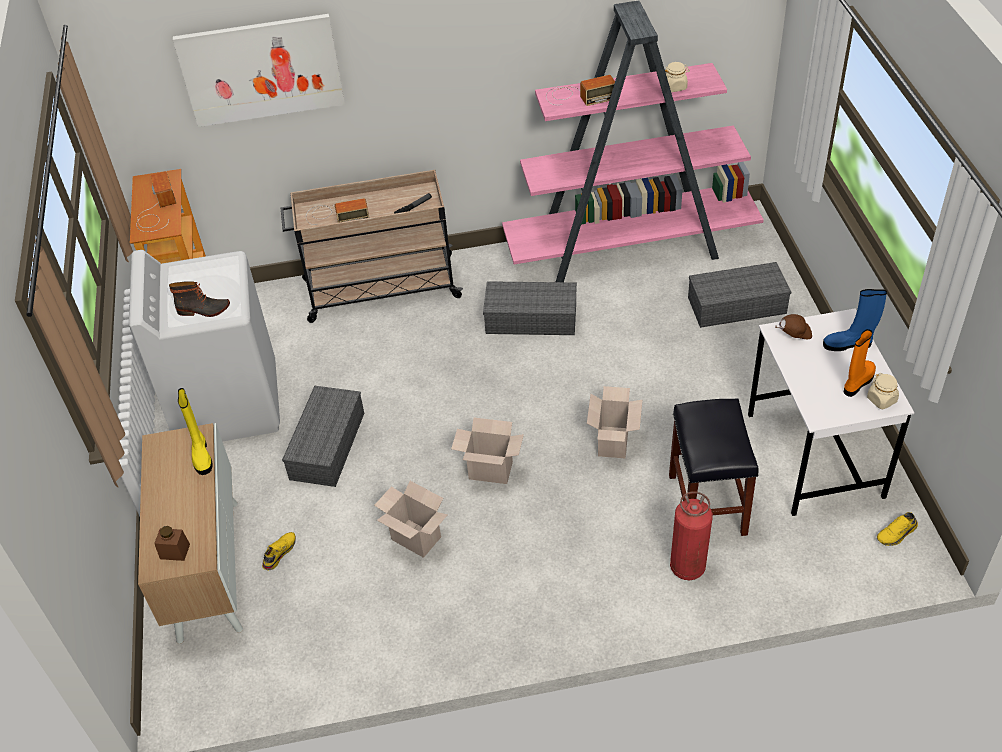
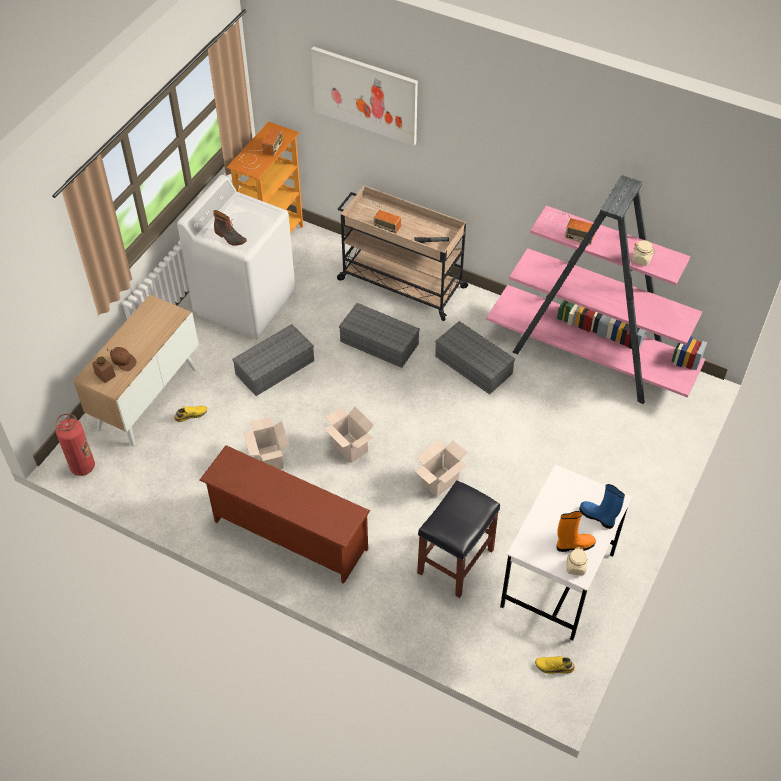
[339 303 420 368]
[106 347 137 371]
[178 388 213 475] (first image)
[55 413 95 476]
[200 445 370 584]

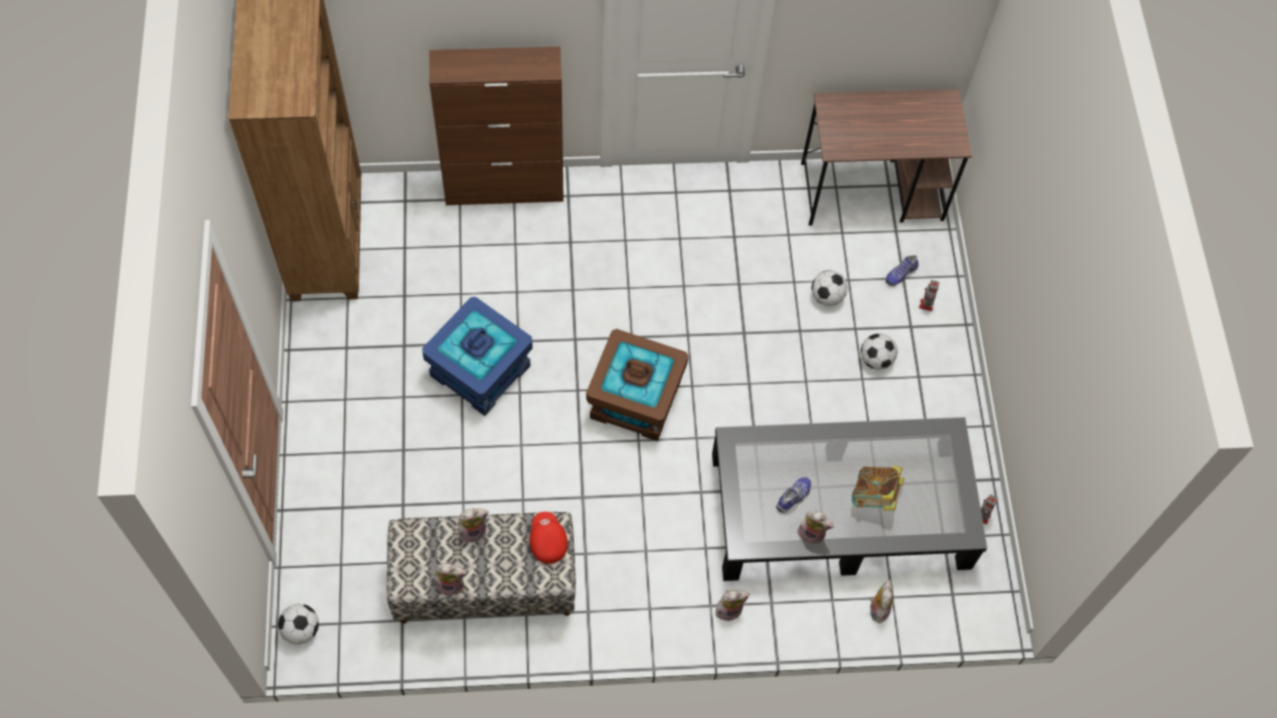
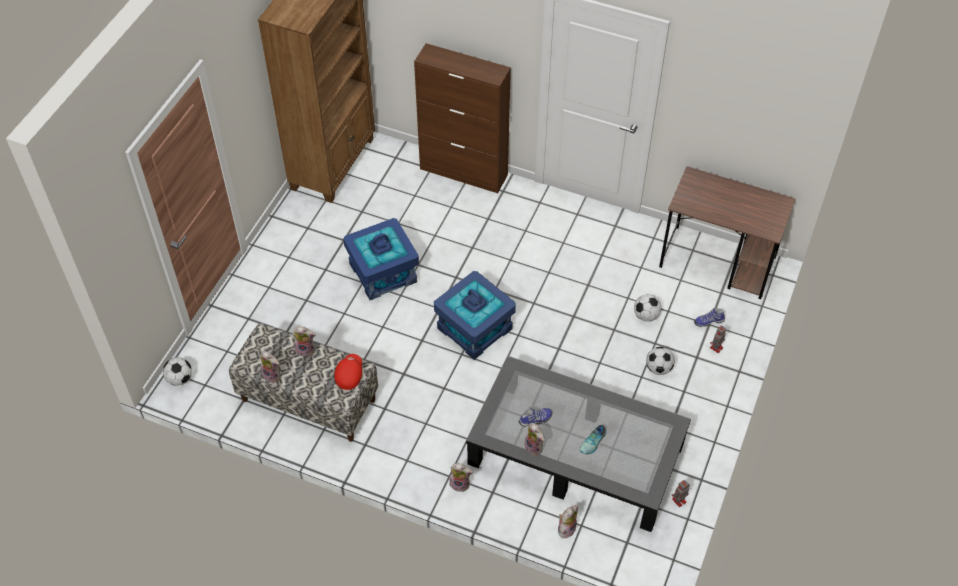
[434 271 516 360]
[580 425 606 454]

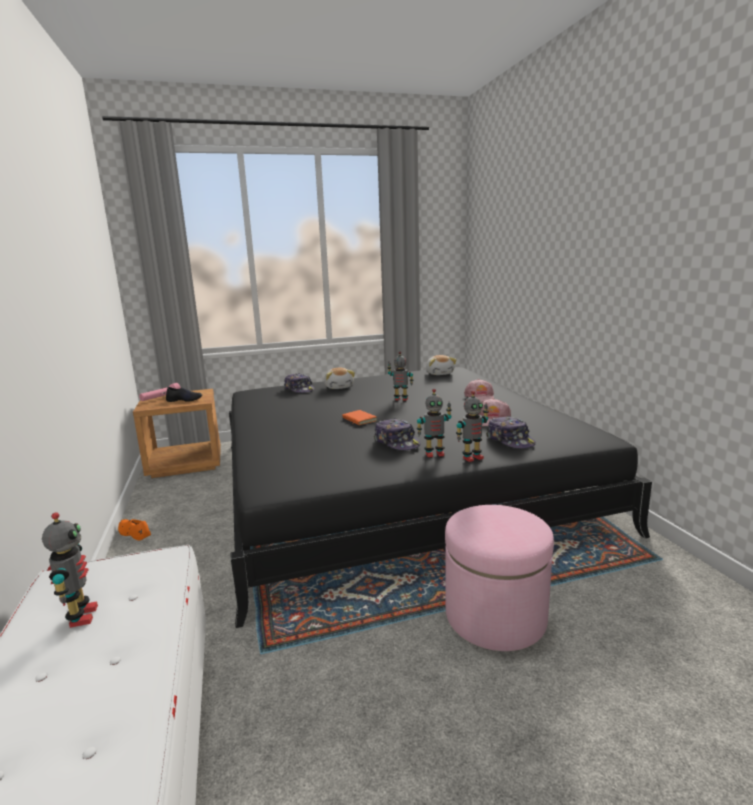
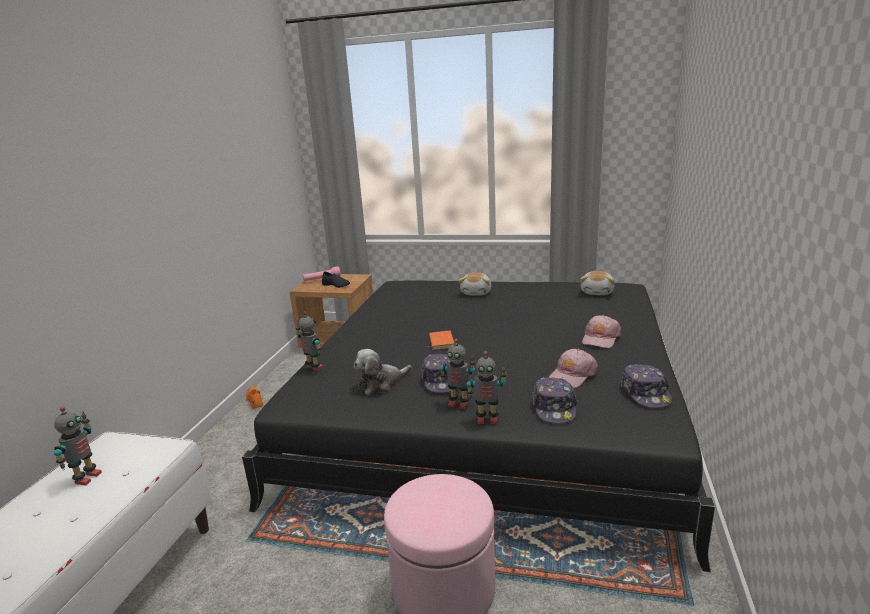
[296 312 323 371]
[621 365 672 408]
[354 349 412 396]

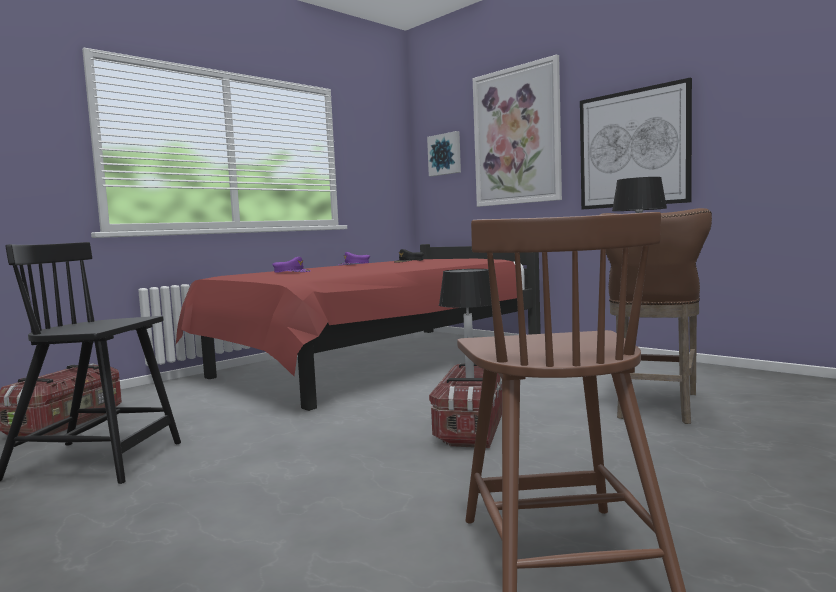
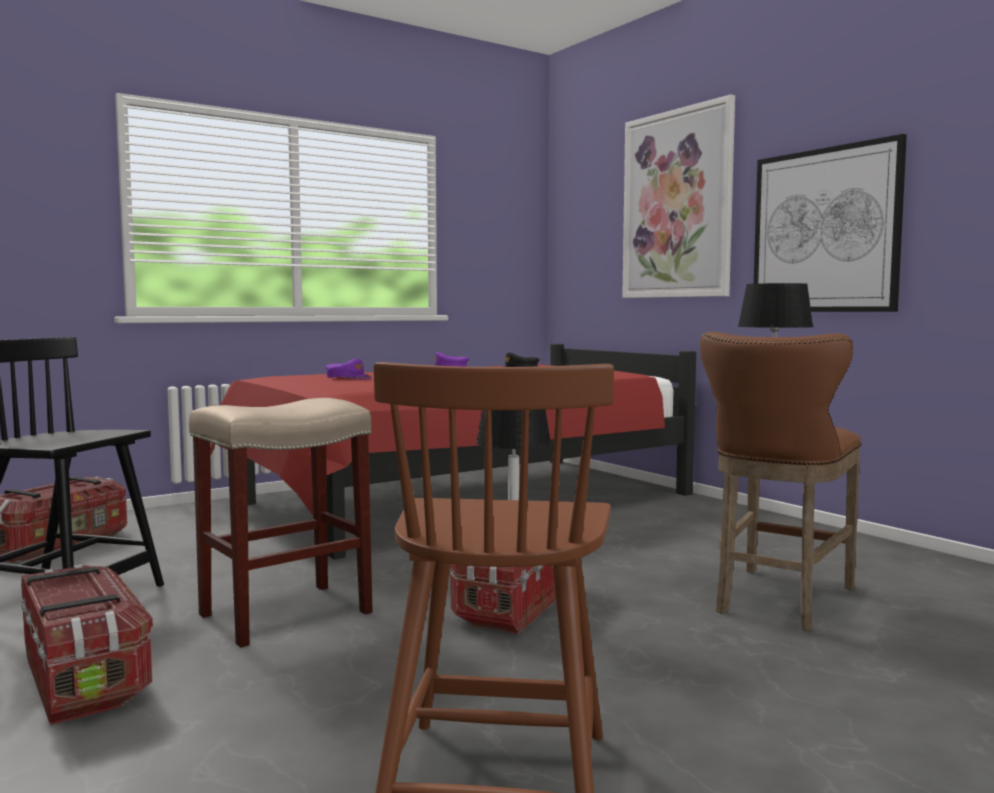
[427 131 461 176] (first image)
[189 398 373 647]
[21 564 153 725]

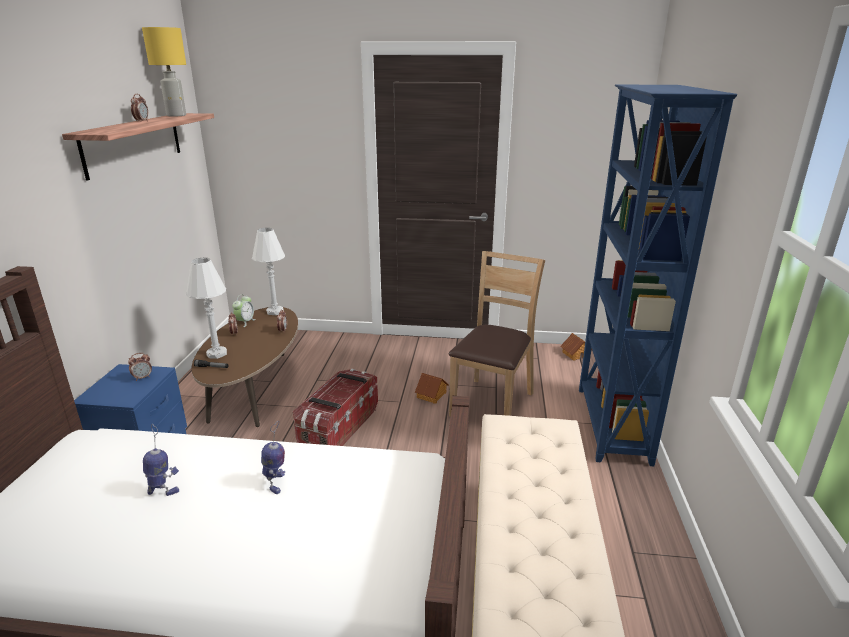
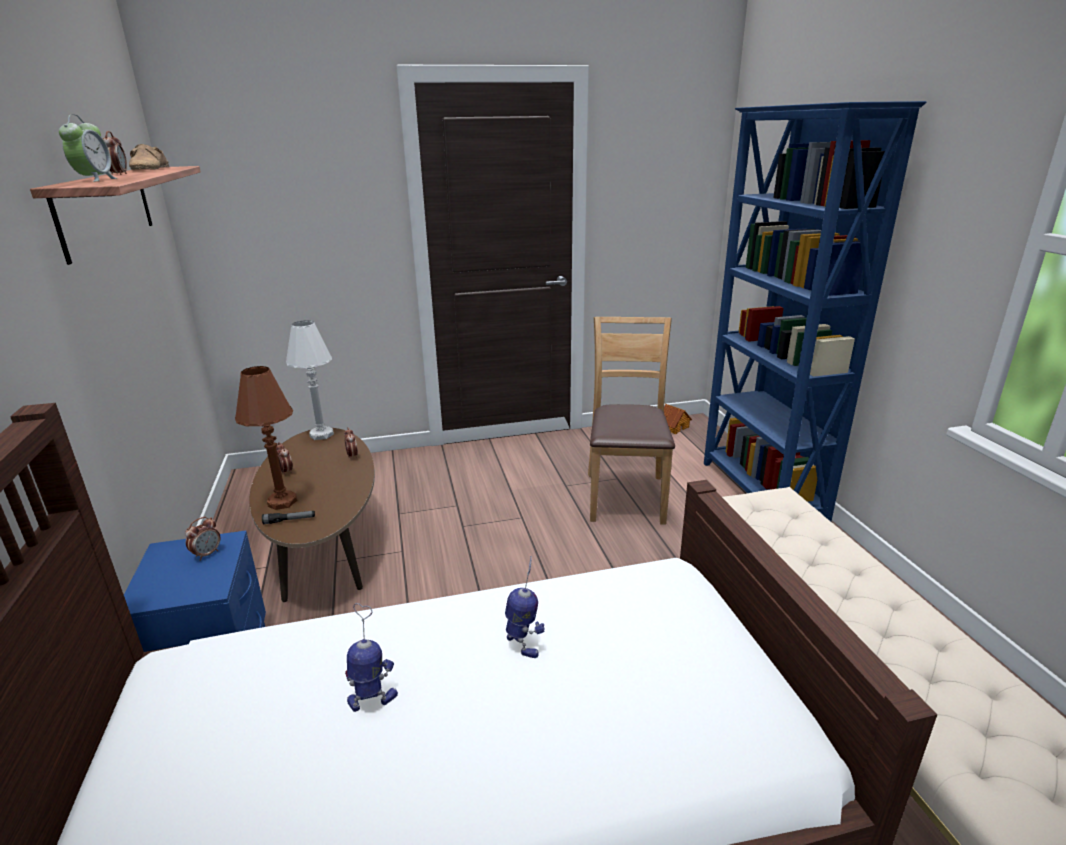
[129 144 169 170]
[235 366 298 510]
[59 115 118 182]
[293 369 378 446] (first image)
[415 373 449 404] (first image)

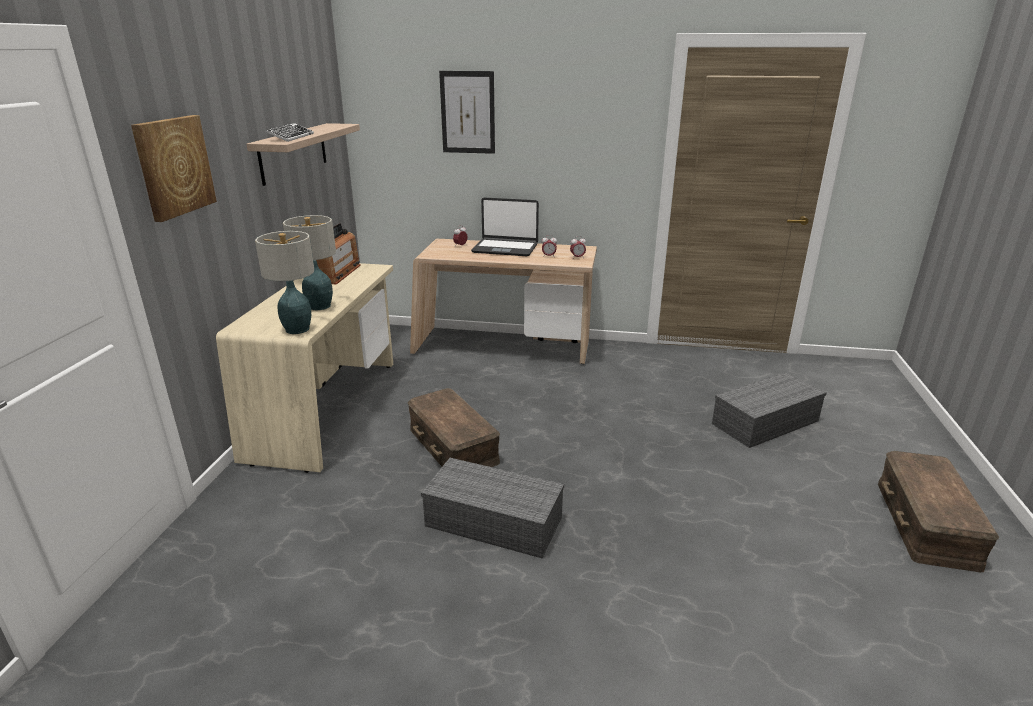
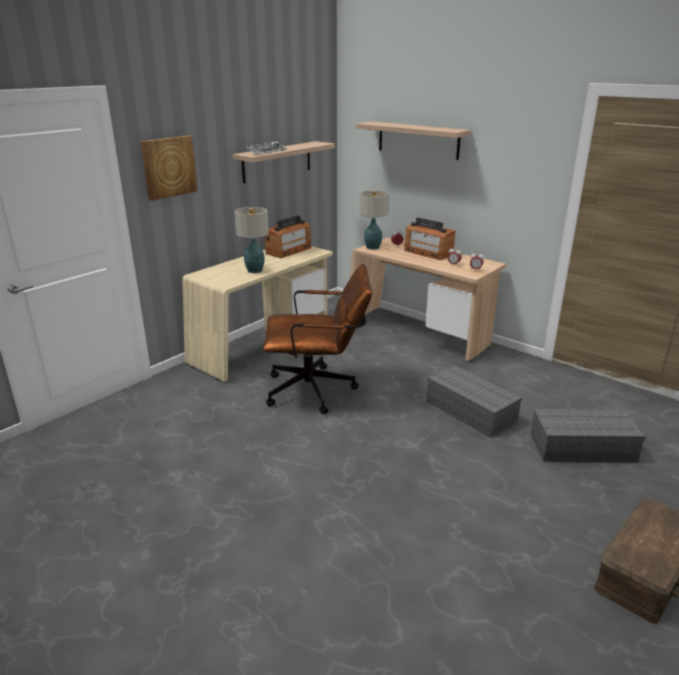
[356 121 471 160]
[404 217 456 260]
[359 190 389 250]
[263 264 372 414]
[426 365 522 438]

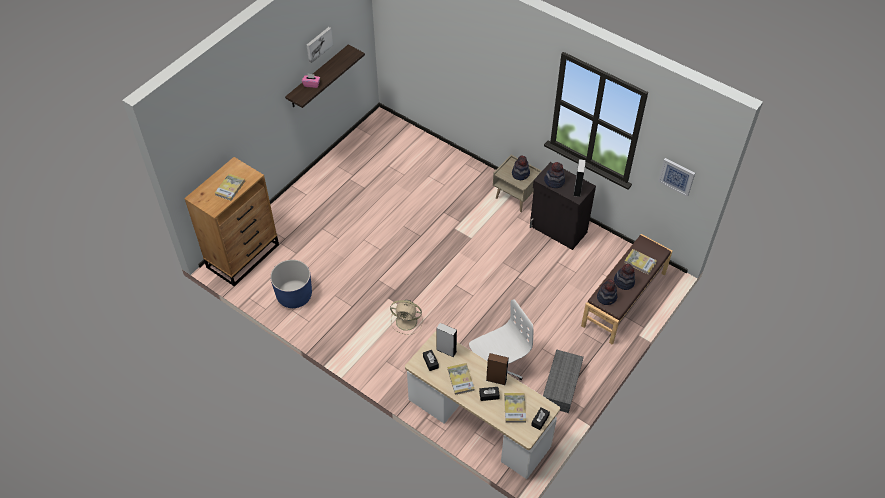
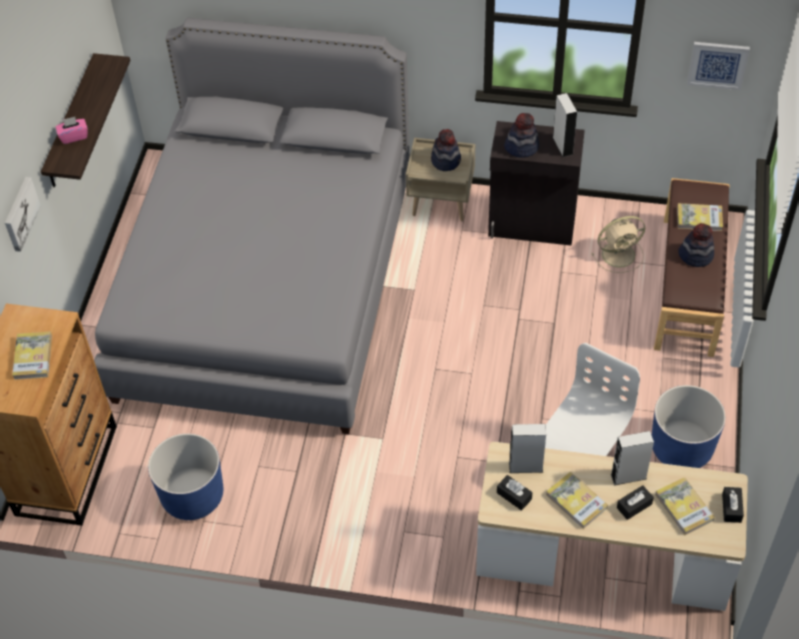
[5 177 41 252]
[597 279 617 305] (first image)
[591 216 645 273]
[652 385 726 468]
[611 431 654 486]
[94 18 410 434]

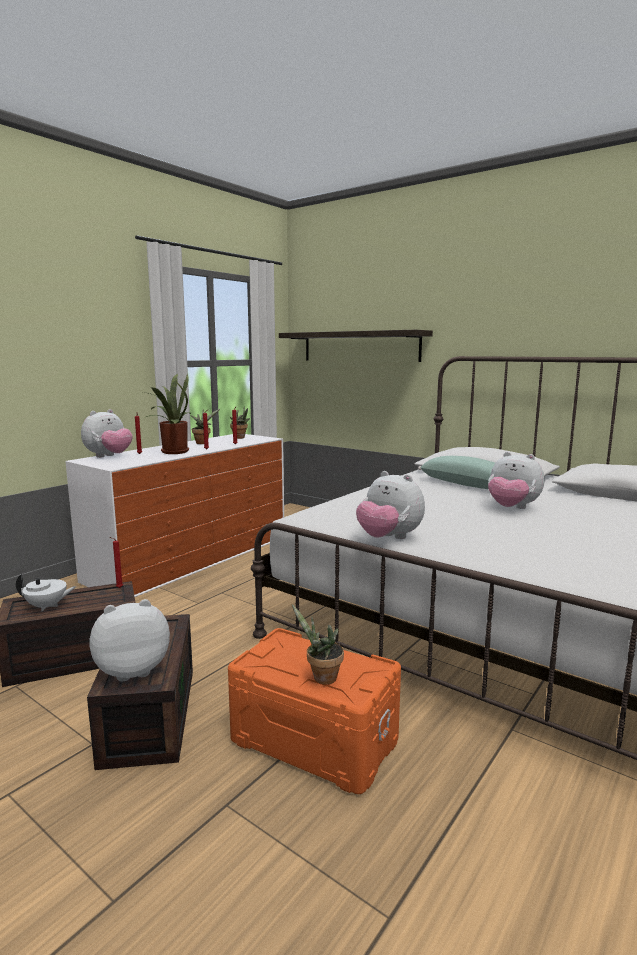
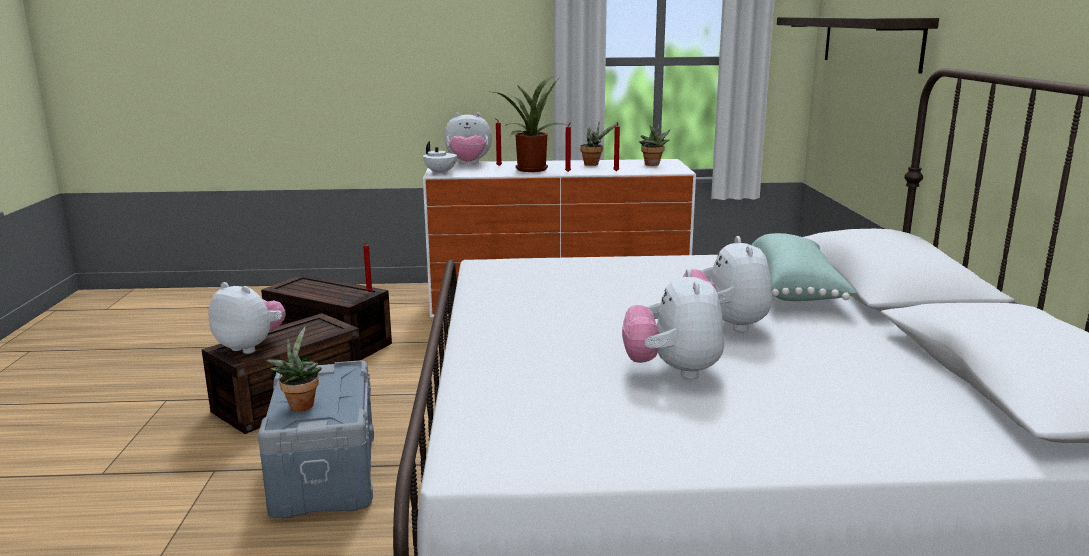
[622 269 724 379]
[423 142 457 175]
[258 360 374 519]

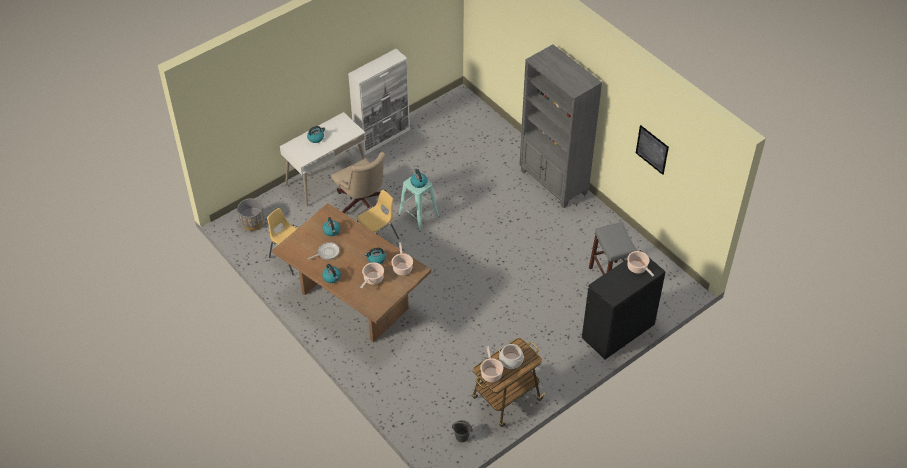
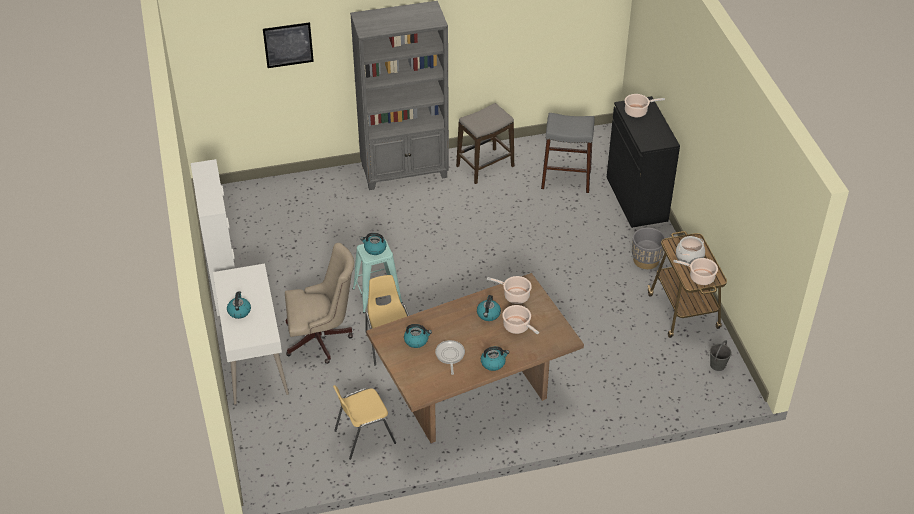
[263 22 314 68]
[632 228 665 269]
[456 103 514 184]

